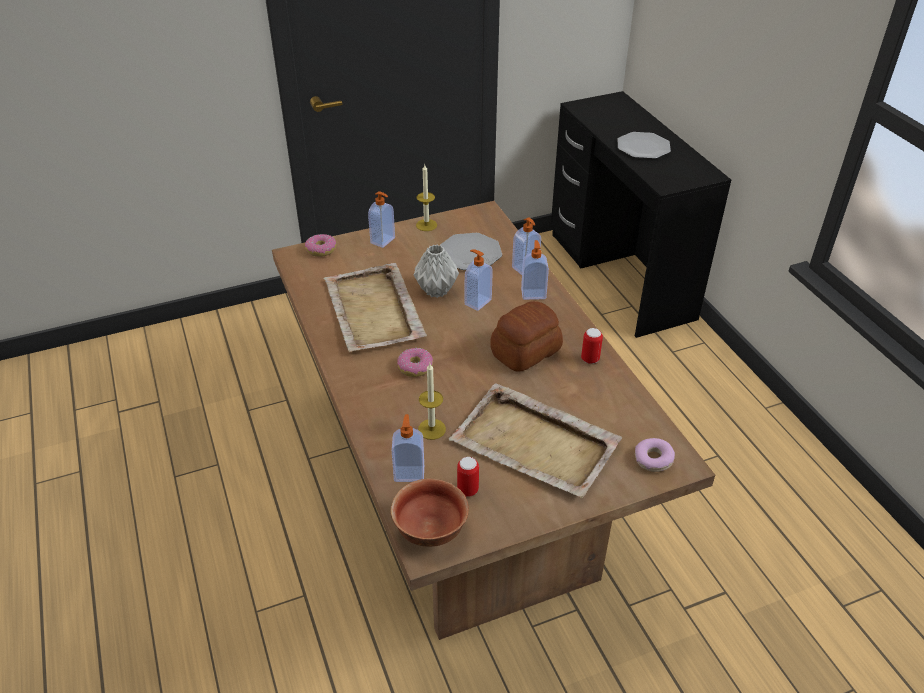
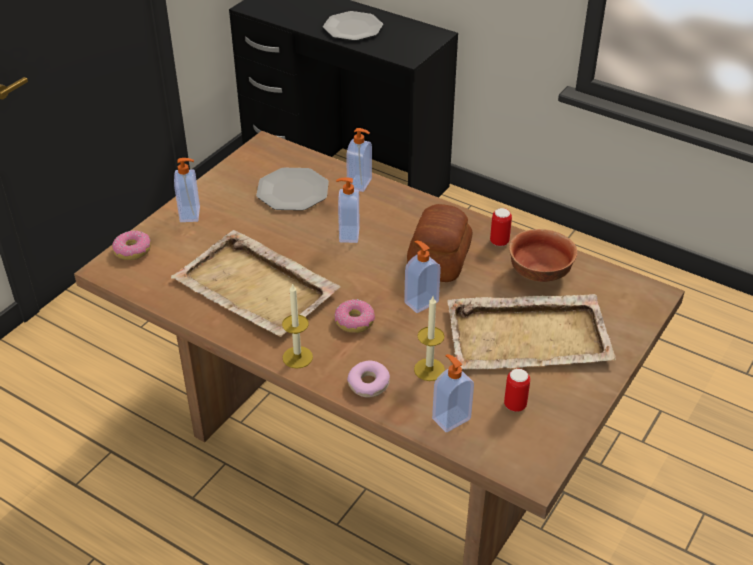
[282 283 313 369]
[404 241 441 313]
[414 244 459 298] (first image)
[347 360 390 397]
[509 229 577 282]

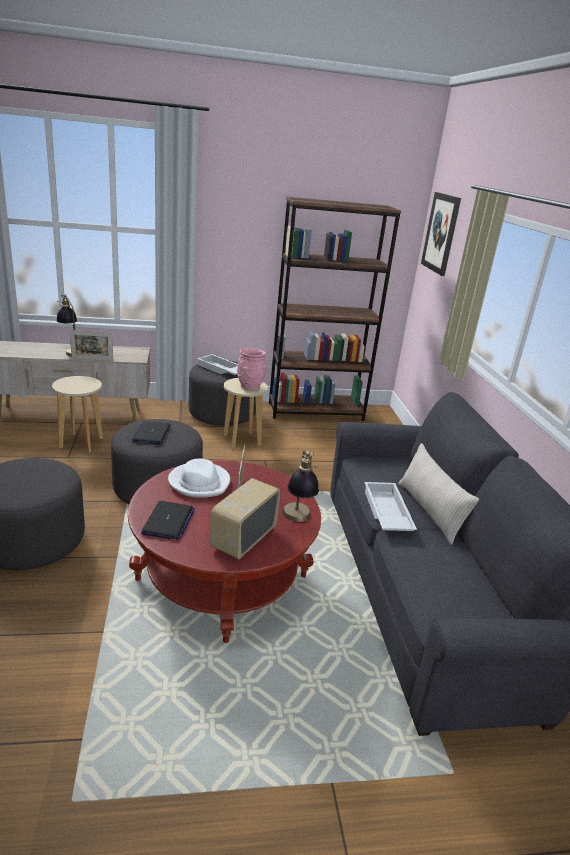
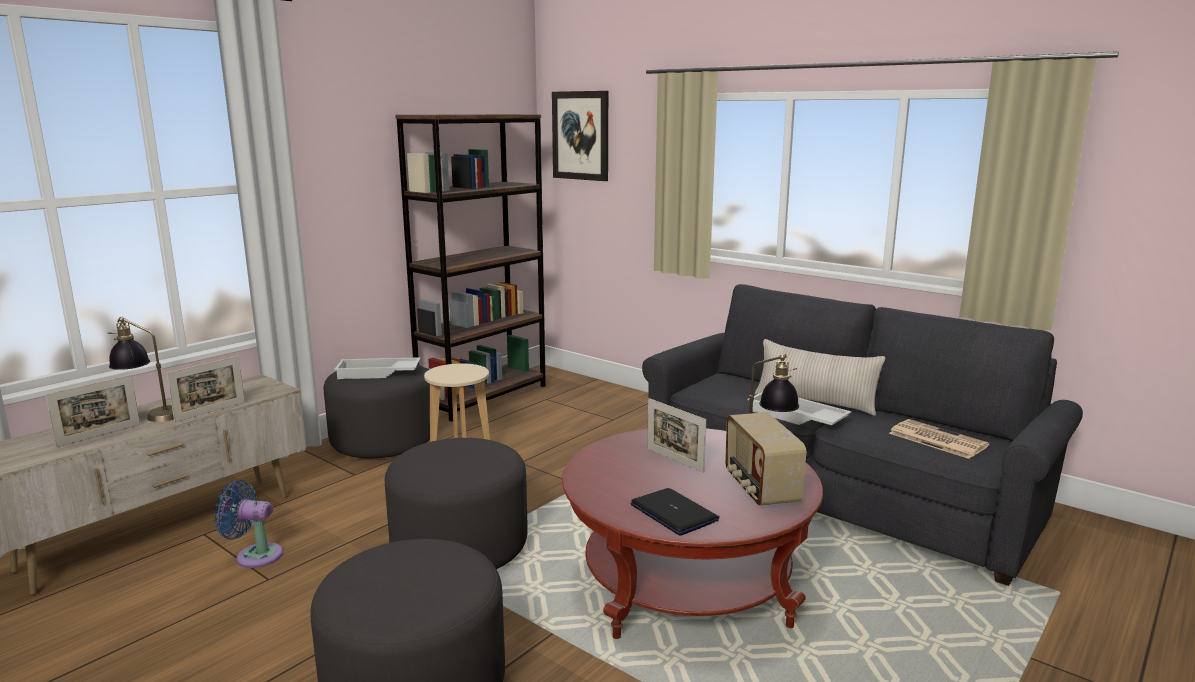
[237 348 266 391] (first image)
[214 480 283 568]
[132 421 171 444] (first image)
[168 459 230 498] (first image)
[45 375 140 447]
[889 419 989 459]

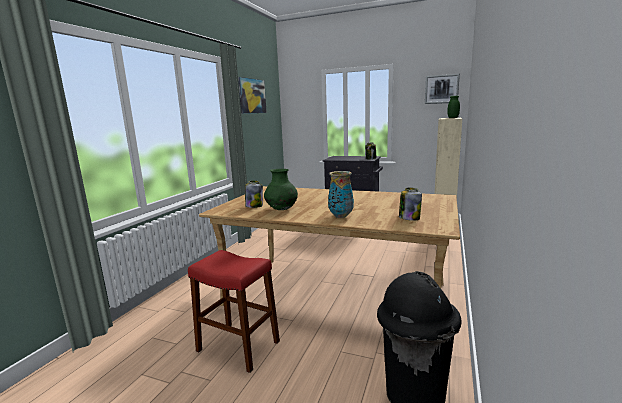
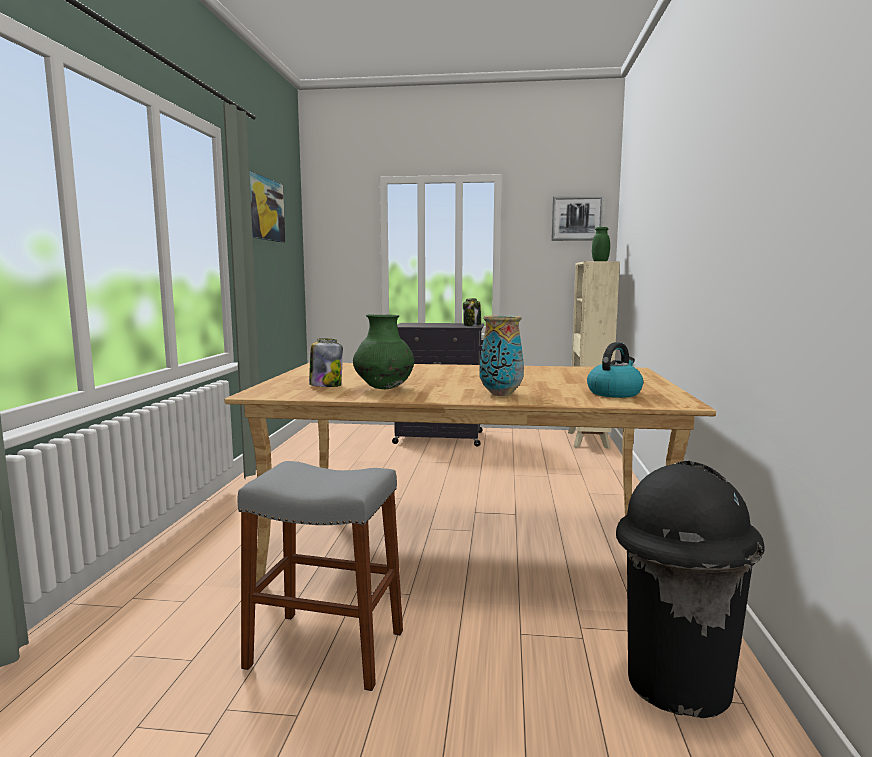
[587 342 643 398]
[237 461 403 691]

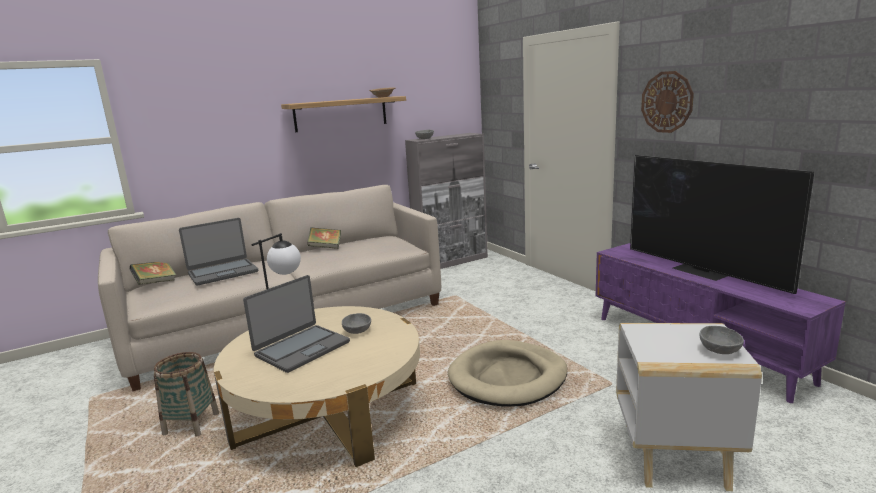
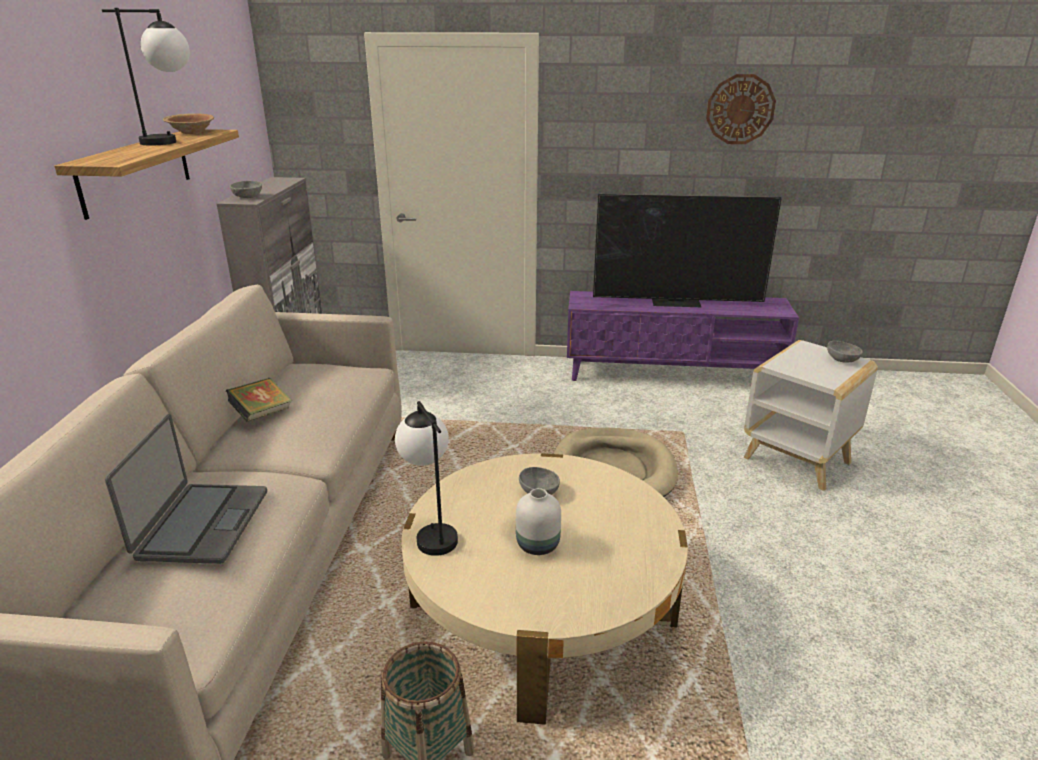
[706 74 776 144]
[130 262 176 285] (first image)
[516 488 561 555]
[102 8 190 146]

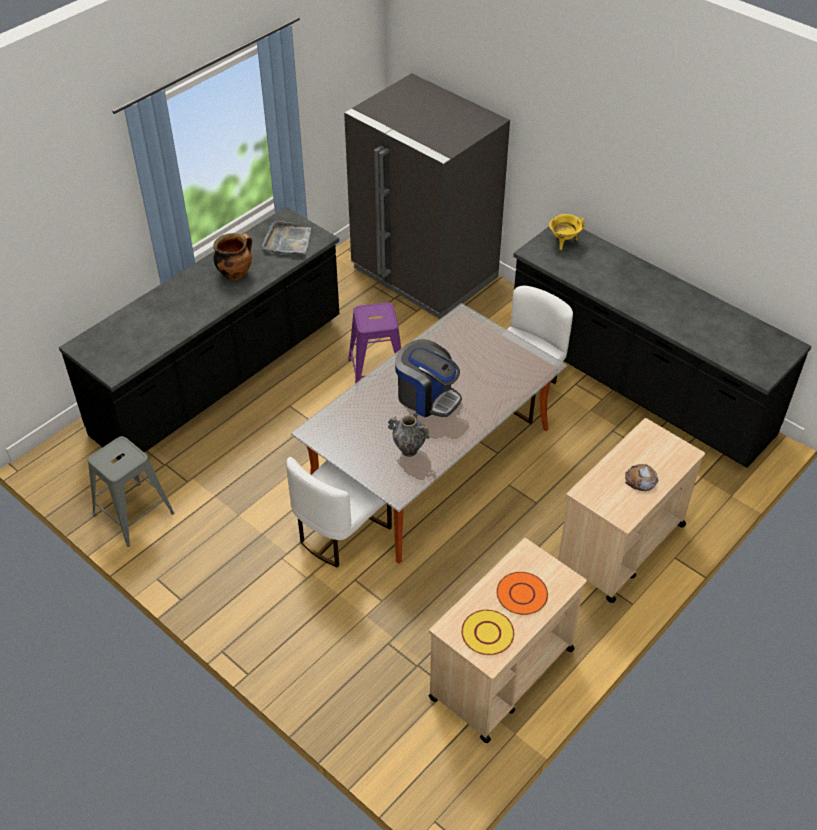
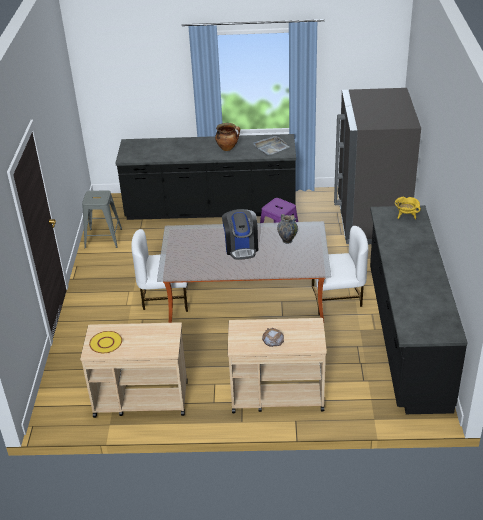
[277 214 298 244]
[496 572 548 615] (first image)

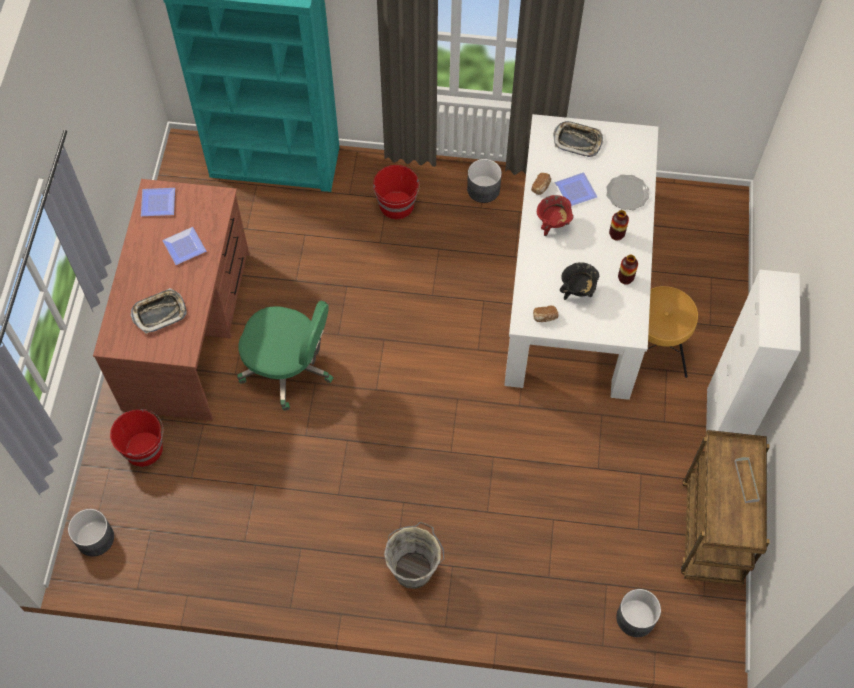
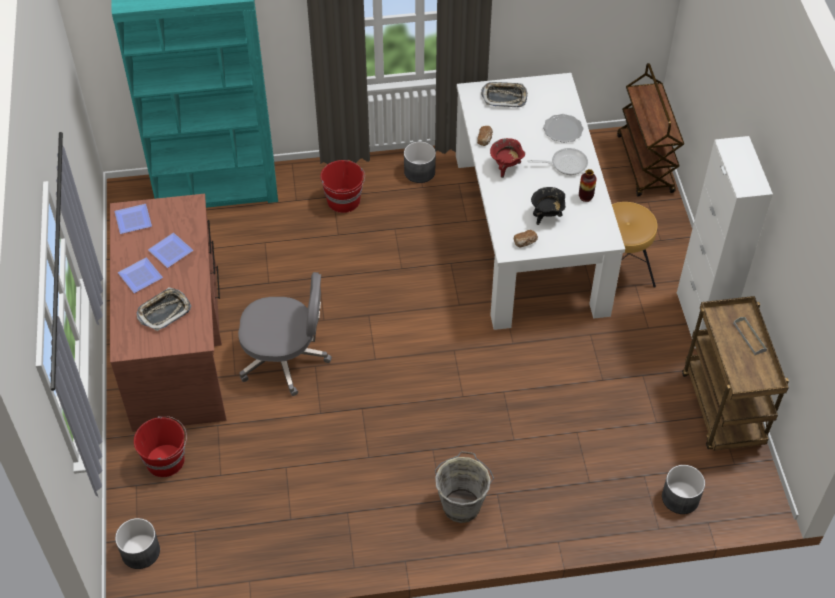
[118 257 163 293]
[528 148 588 175]
[238 272 332 396]
[617 63 684 196]

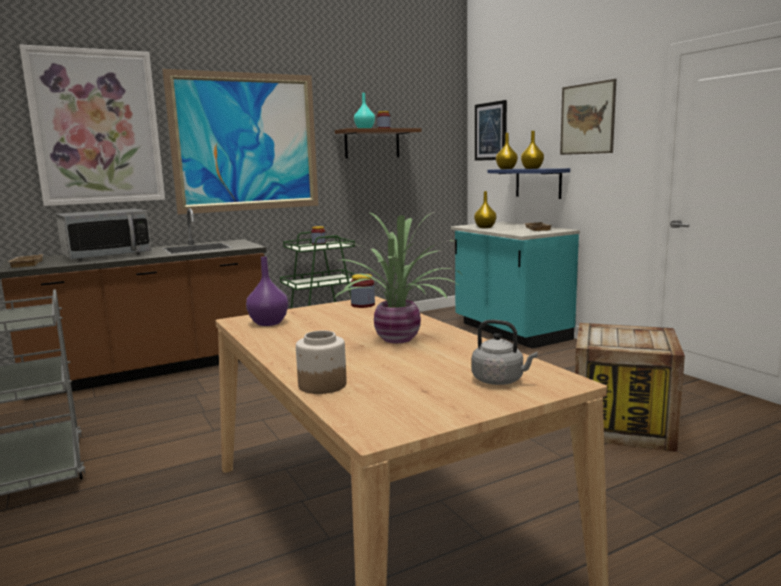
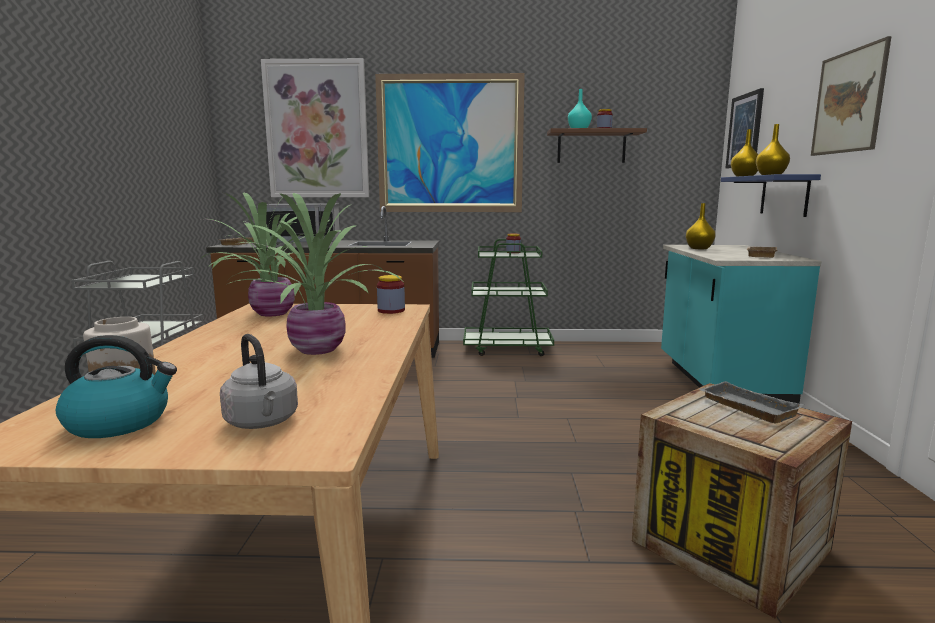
[202 192 309 316]
[56 335 177 438]
[699 381 804 423]

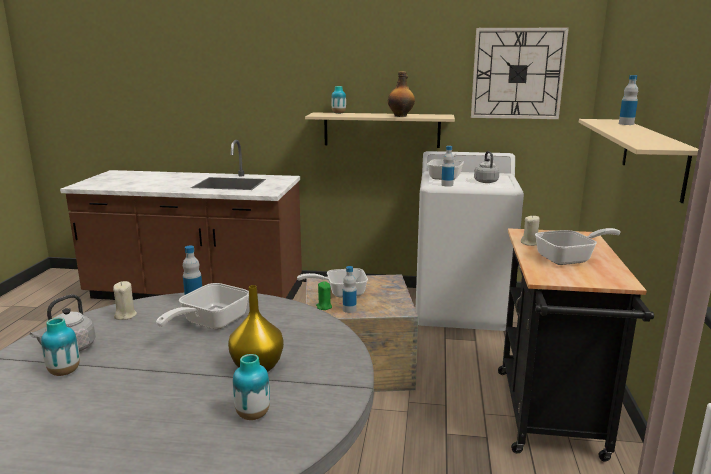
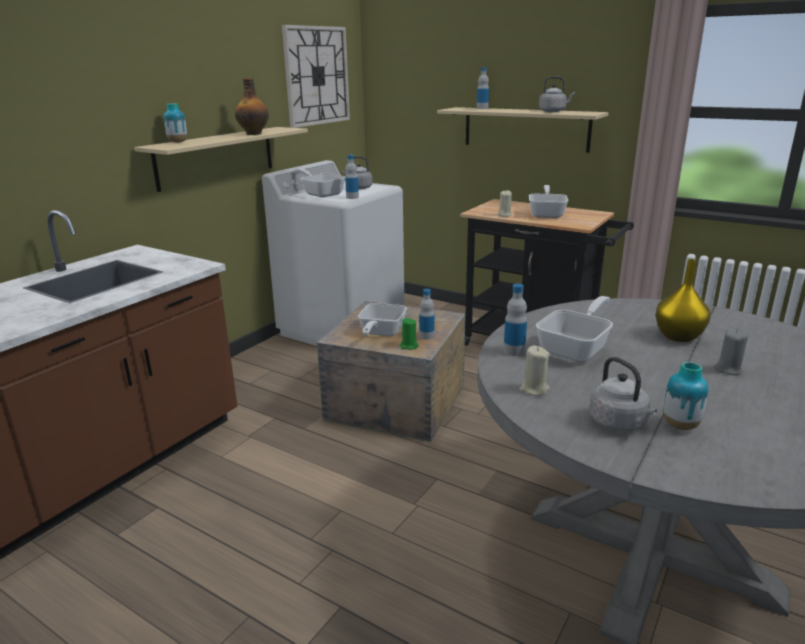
[536 296 613 362]
[233 354 270 420] (first image)
[539 76 575 112]
[714 328 748 375]

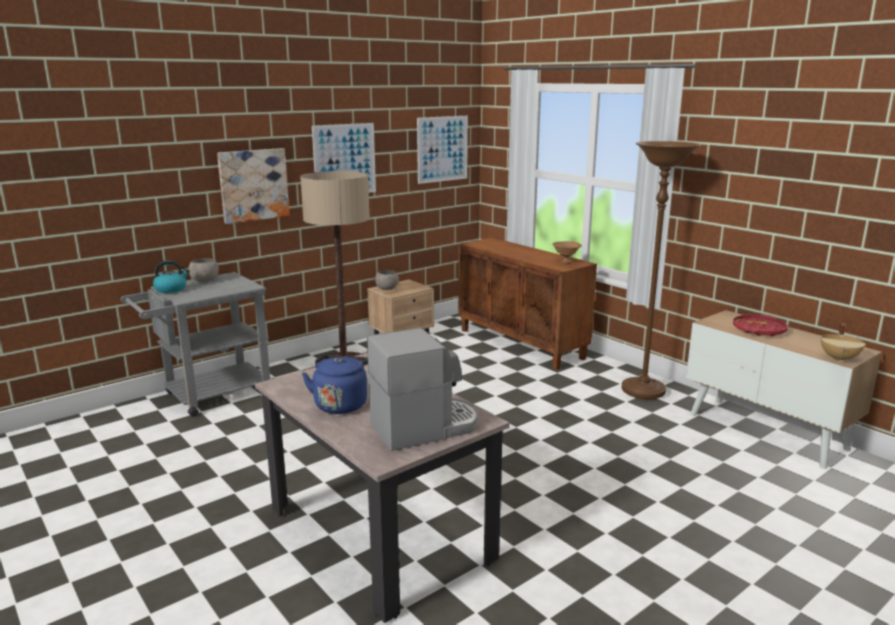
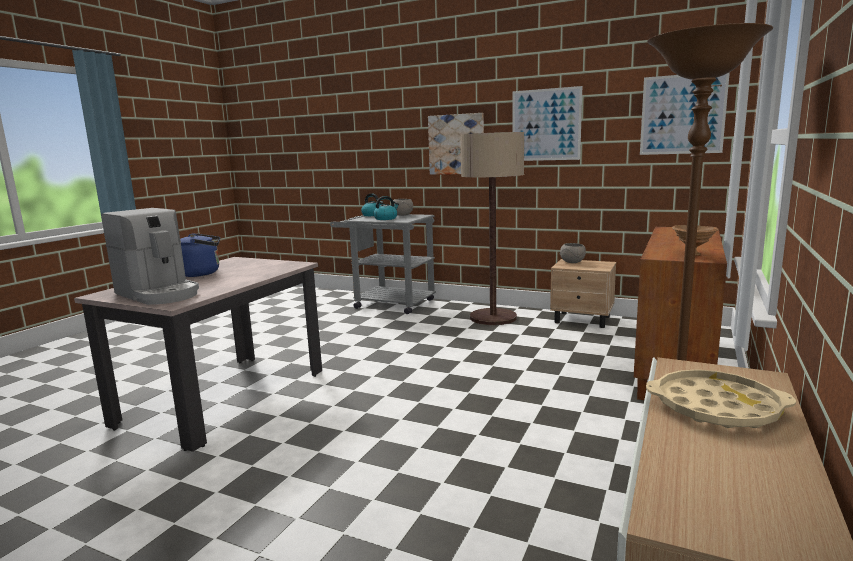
[646 369 796 428]
[821 323 866 362] (first image)
[373 196 399 220]

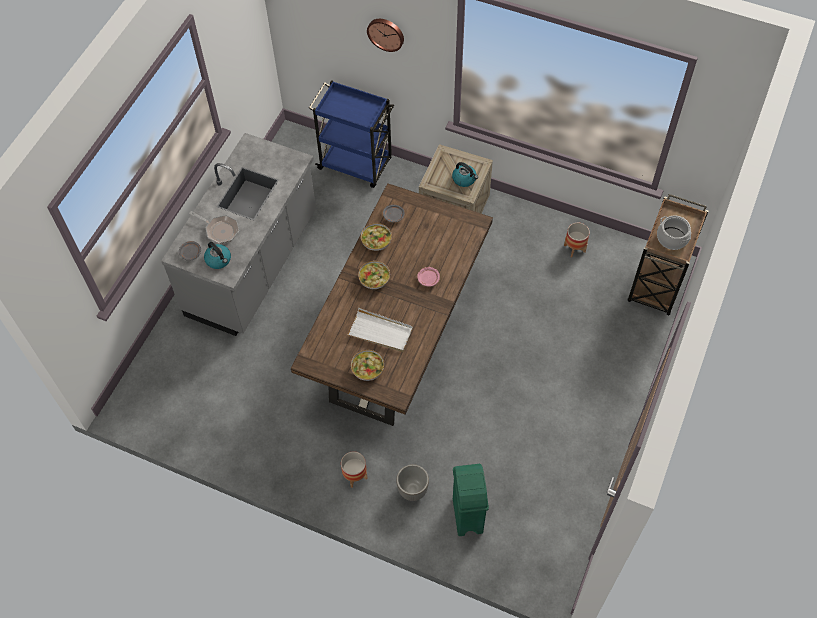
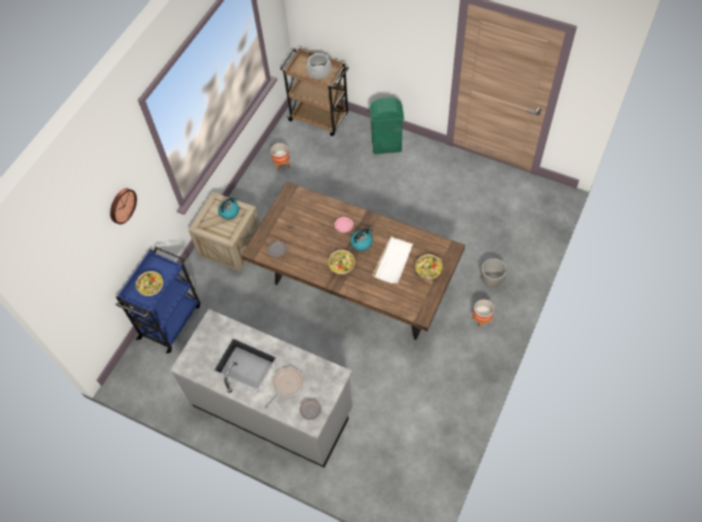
[136 271 163 296]
[350 228 373 251]
[370 97 404 154]

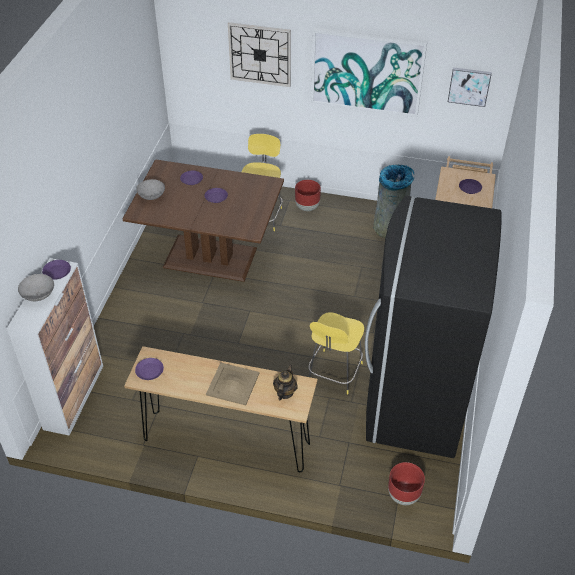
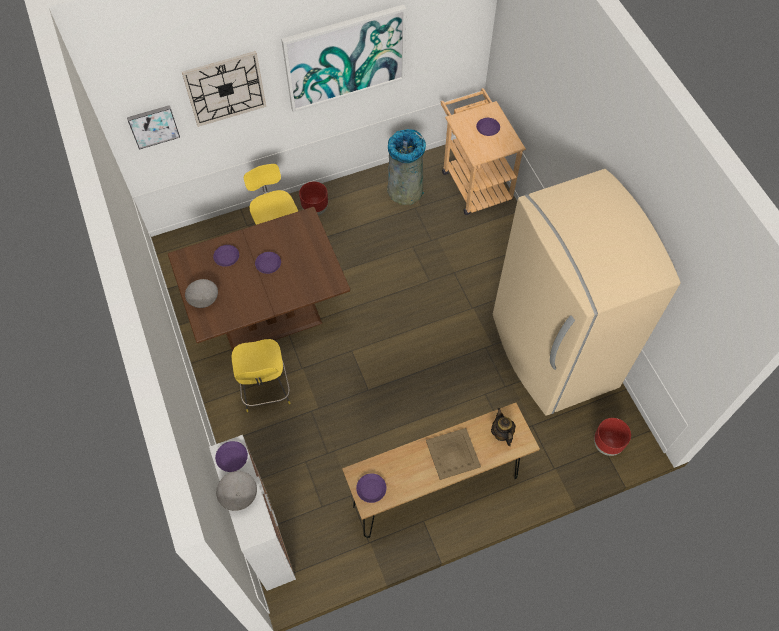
[127 105 180 150]
[493 169 681 415]
[231 339 290 412]

